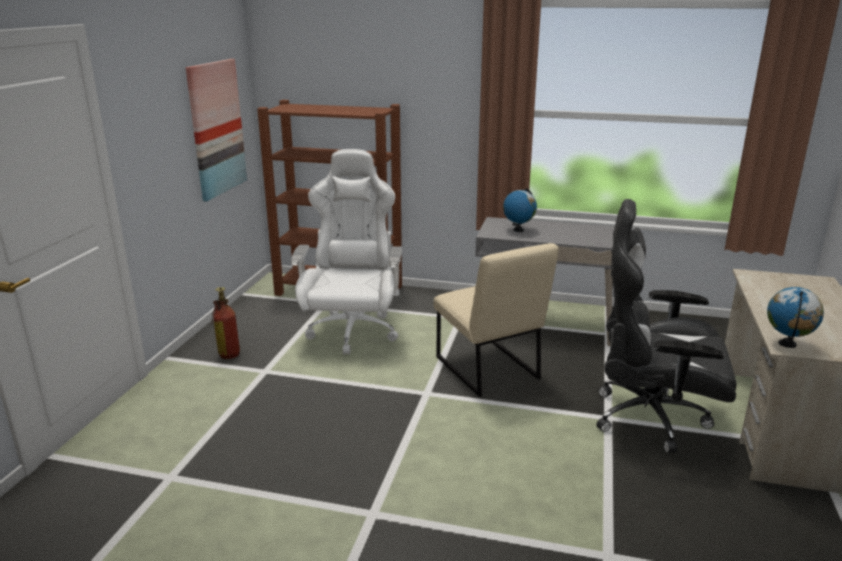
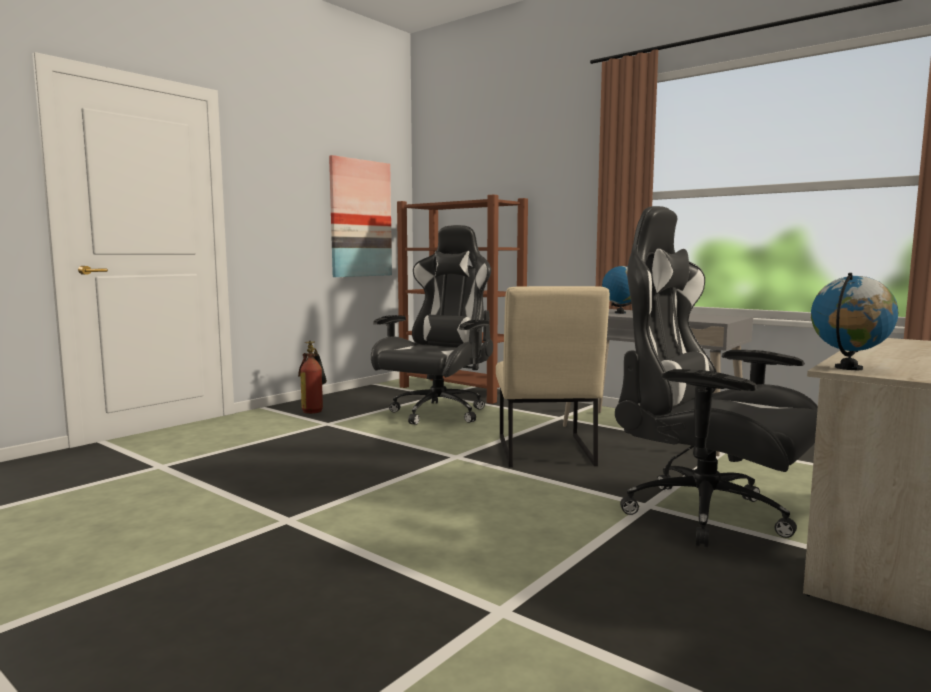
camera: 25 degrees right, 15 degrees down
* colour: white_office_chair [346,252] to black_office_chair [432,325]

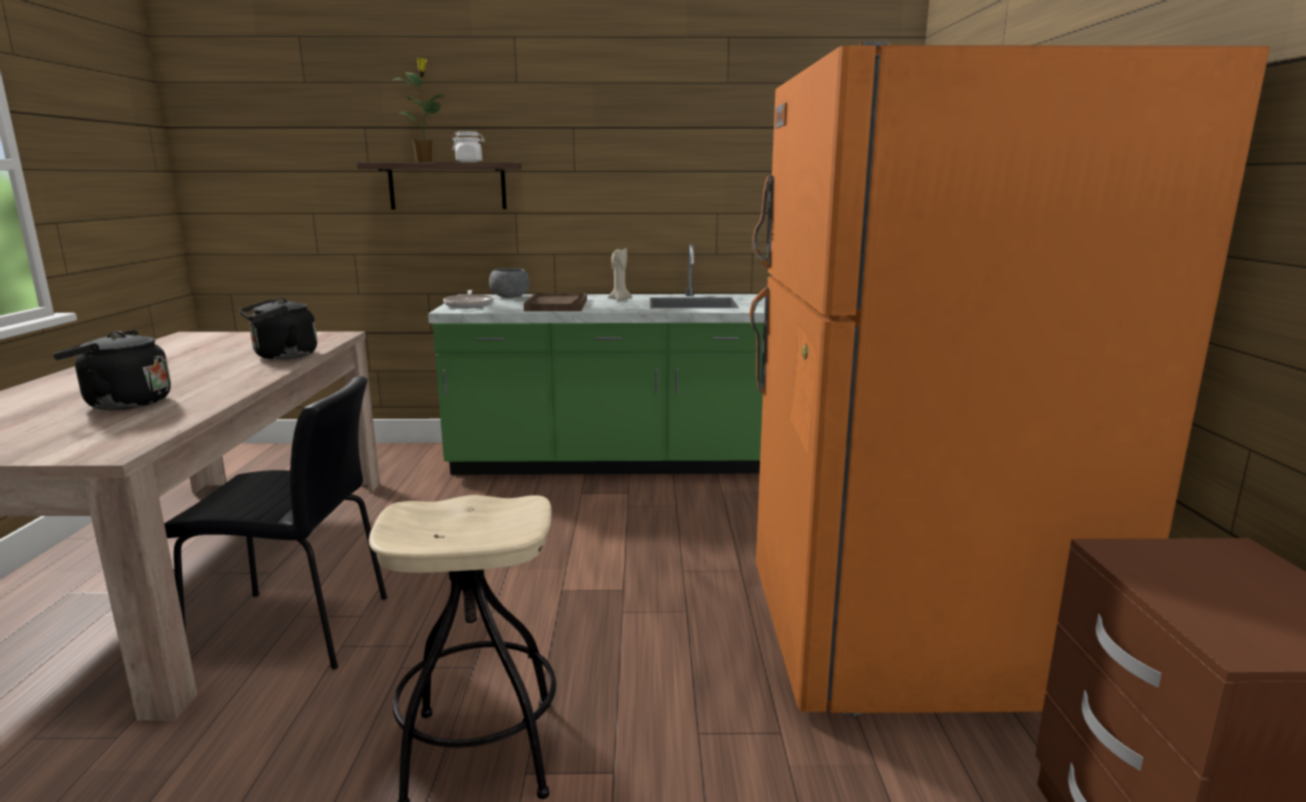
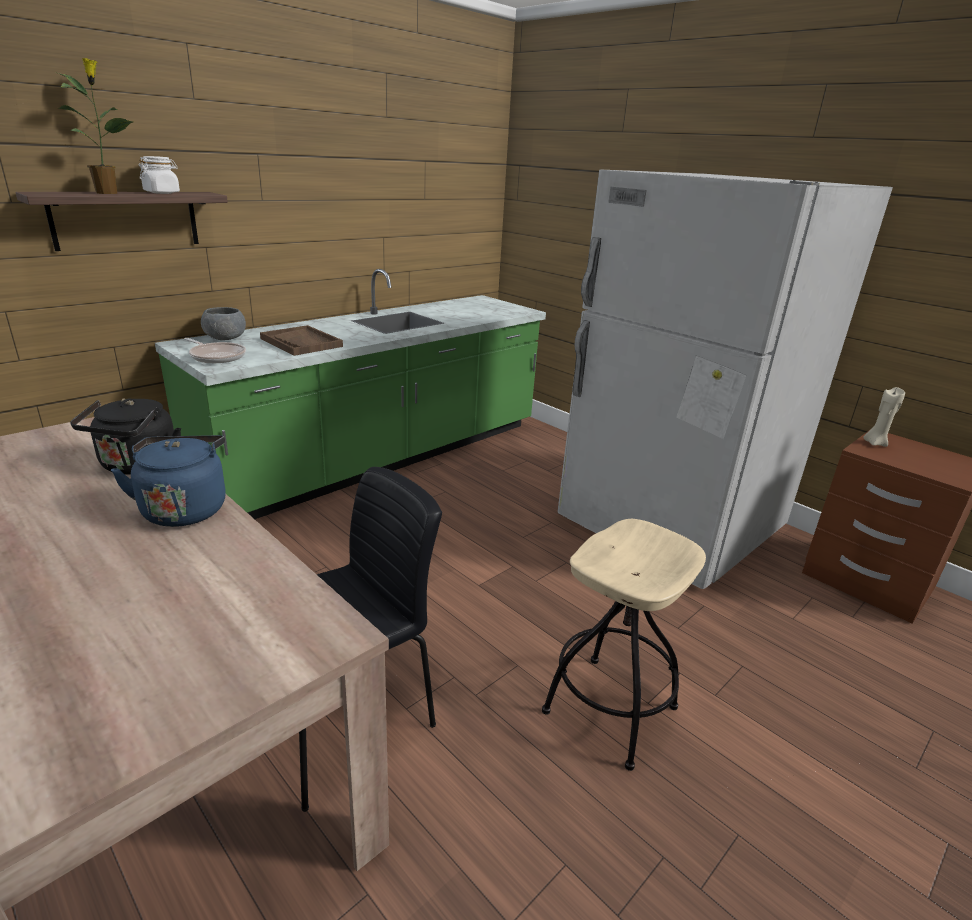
camera: 45 degrees left, 10 degrees up
* missing: black_kettle [112,370]
* appeared: blue_kettle [168,481]
* relocated: beige_candle [619,274] to [884,417]
* colour: orange_fridge [1010,378] to white_fridge [725,379]

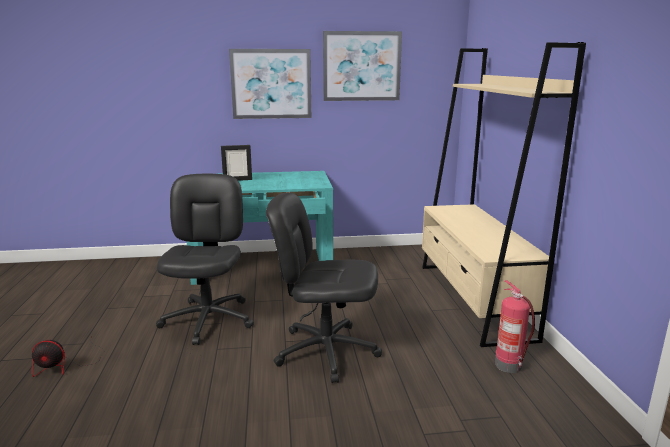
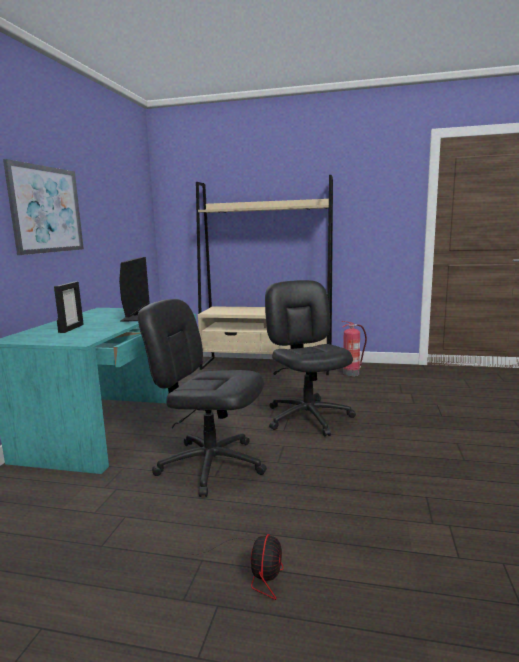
camera: 70 degrees left, 5 degrees down
* missing: picture [362,66]
* appeared: monitor [134,289]
* spun: black_office_chair [324,287] = [310,358] 135 degrees clockwise

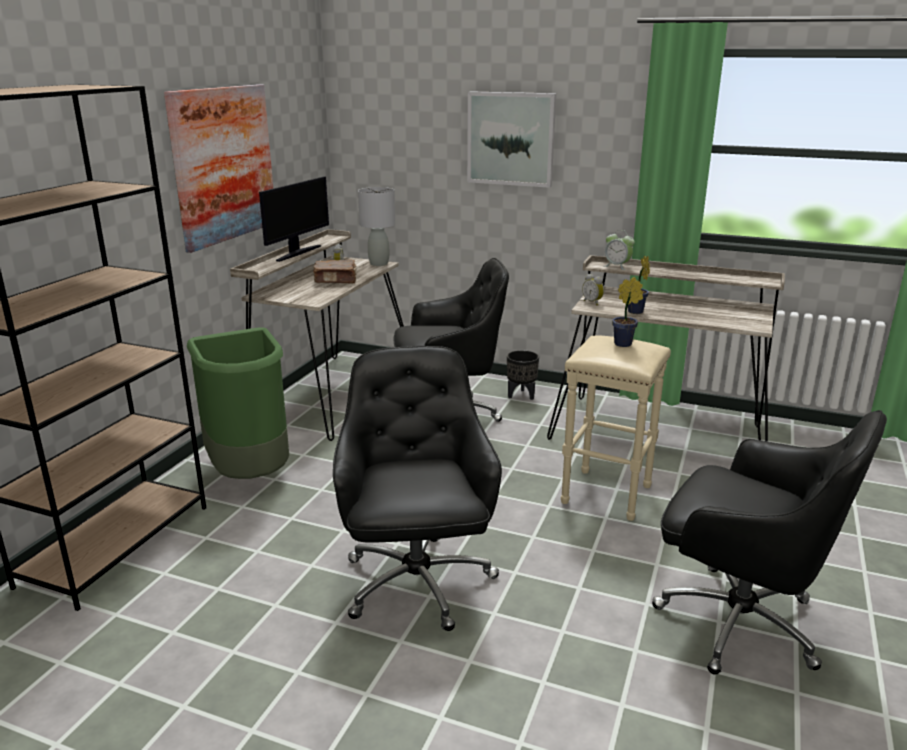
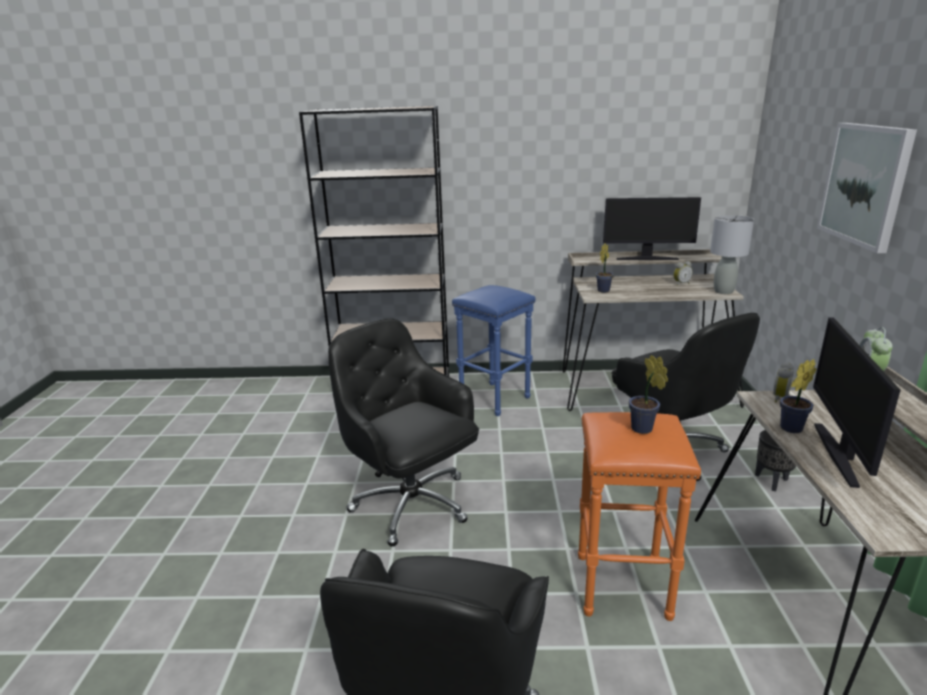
camera: 70 degrees right, 0 degrees up
* missing: picture [218,168]
* missing: brown_book [335,271]
* appeared: potted_plant [605,268]
* appeared: monitor [856,402]
* exchanged: green_trash_can [238,403] to blue_stool [494,350]
* colour: beige_stool [616,428] to orange_stool [639,516]
* spun: black_office_chair [417,488] = [403,432] 105 degrees counterclockwise

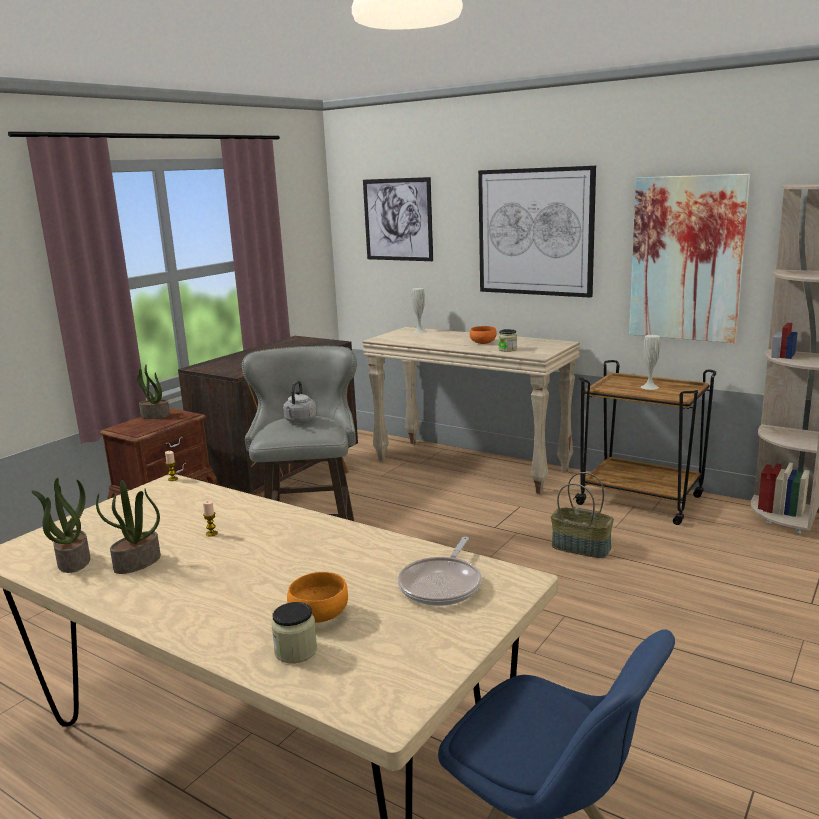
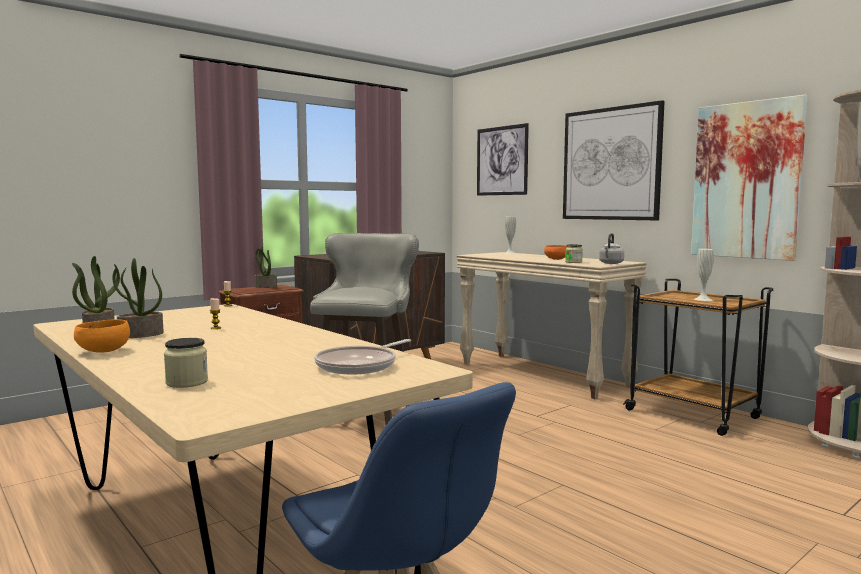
camera: 15 degrees right, 10 degrees down
* missing: basket [582,515]
* relocated: grey_kettle [300,402] to [611,248]
* relocated: orange_bowl [317,597] to [102,336]

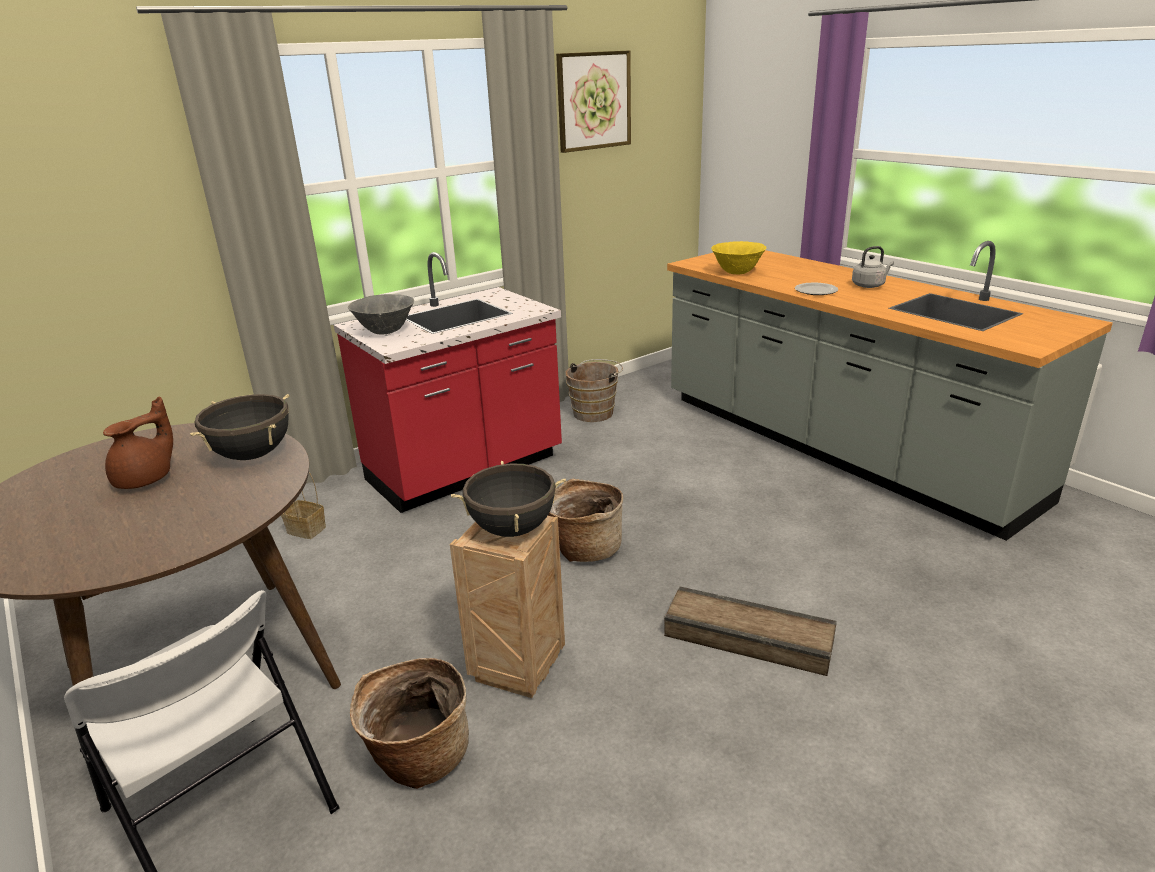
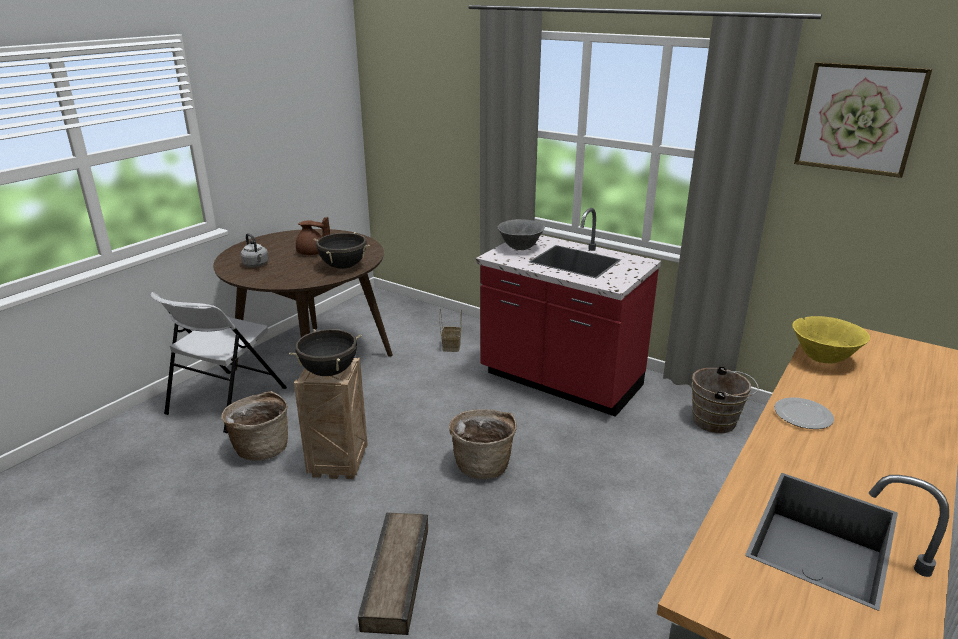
camera: 70 degrees right, 0 degrees up
* relocated: grey_kettle [873,267] to [254,250]

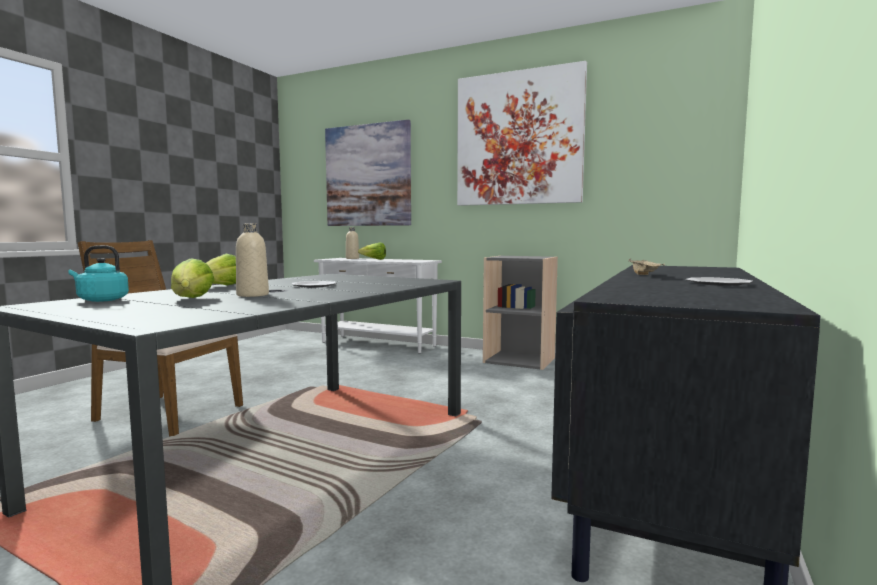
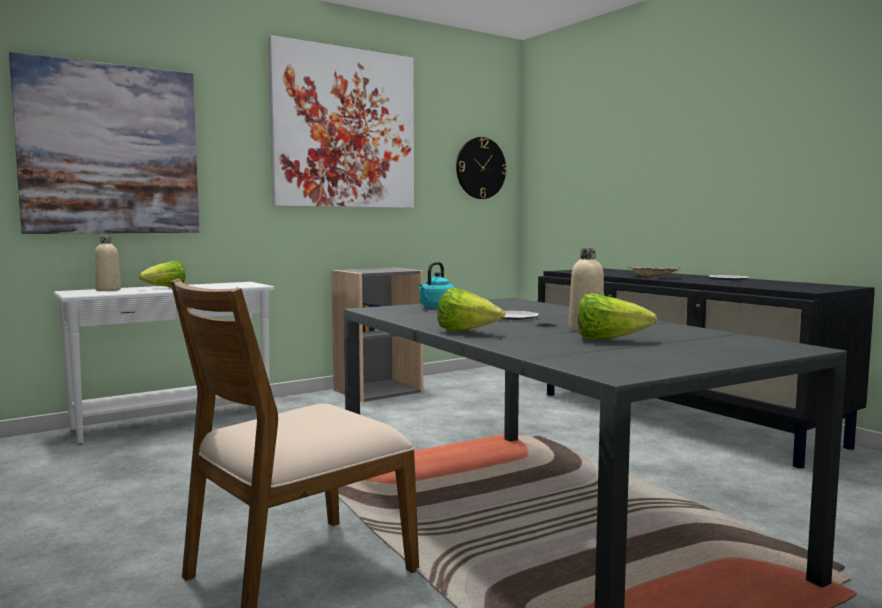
camera: 60 degrees left, 0 degrees up
* appeared: wall_clock [481,168]
* relocated: turquoise_kettle [98,273] to [436,285]

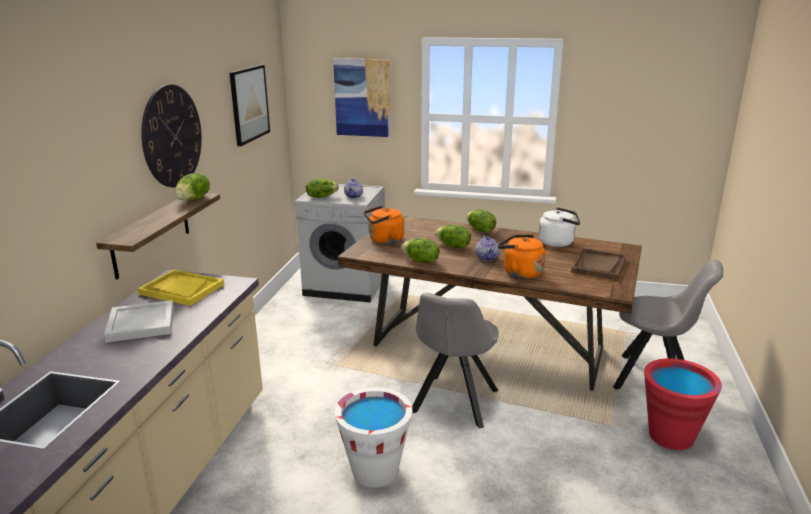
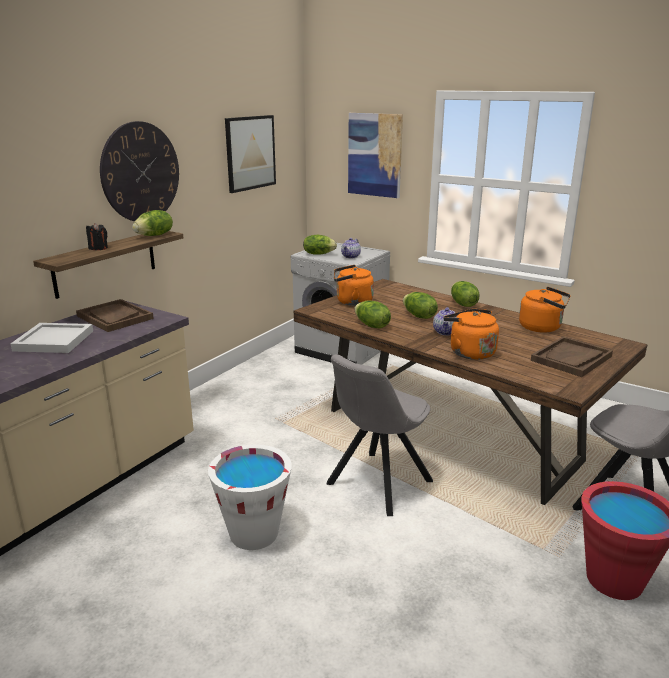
camera: 20 degrees right, 0 degrees up
* appeared: black_candle [97,236]
* colour: yellow_tray [181,288] to brown_tray [115,315]
* colour: white_kettle [559,227] to orange_kettle [545,310]

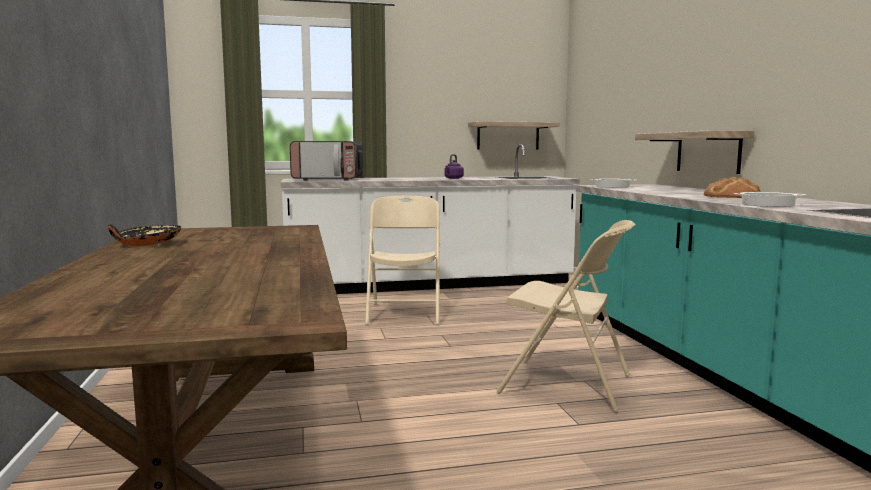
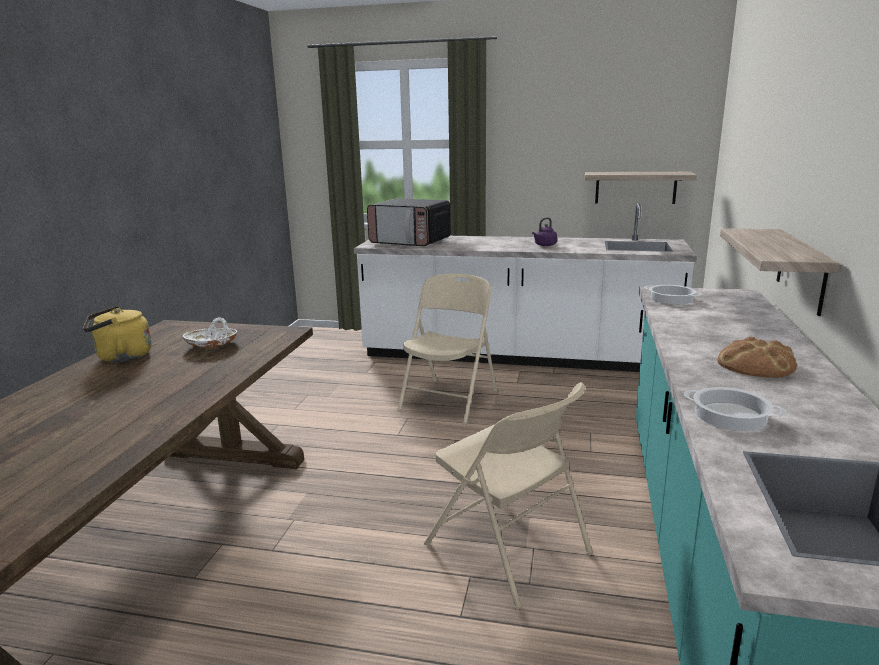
camera: 25 degrees right, 10 degrees up
* appeared: white_bowl [210,332]
* exchanged: black_bowl [144,235] to yellow_kettle [117,334]

